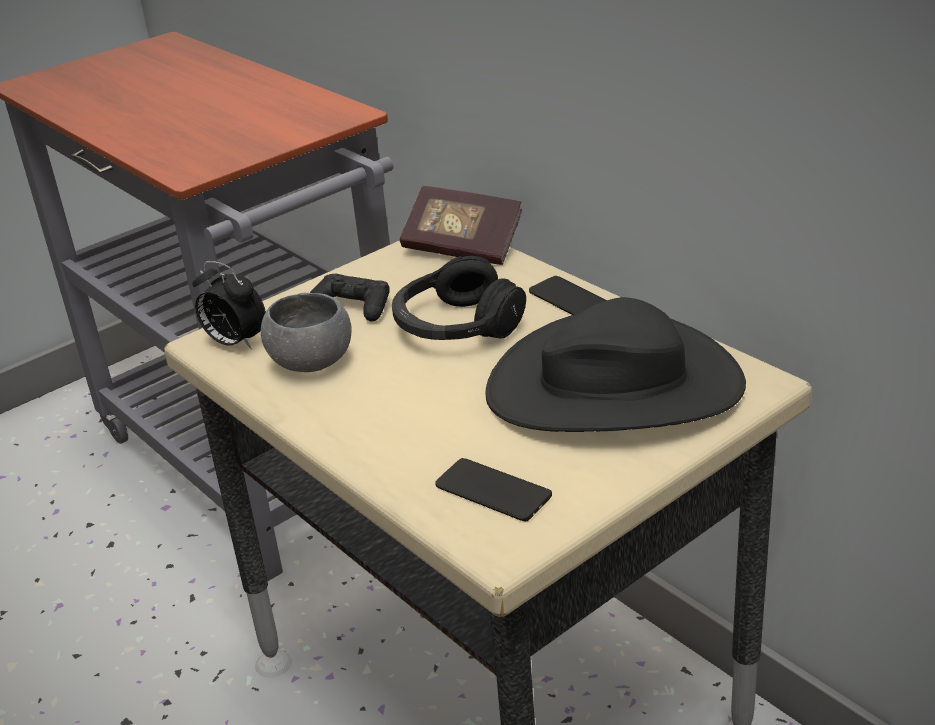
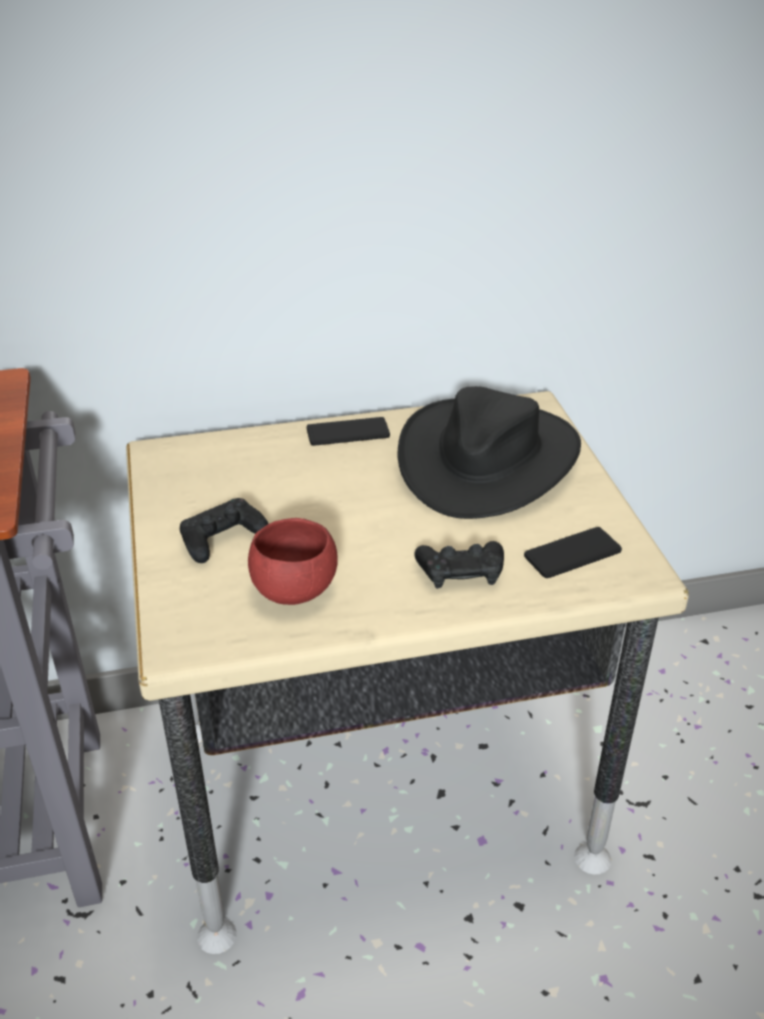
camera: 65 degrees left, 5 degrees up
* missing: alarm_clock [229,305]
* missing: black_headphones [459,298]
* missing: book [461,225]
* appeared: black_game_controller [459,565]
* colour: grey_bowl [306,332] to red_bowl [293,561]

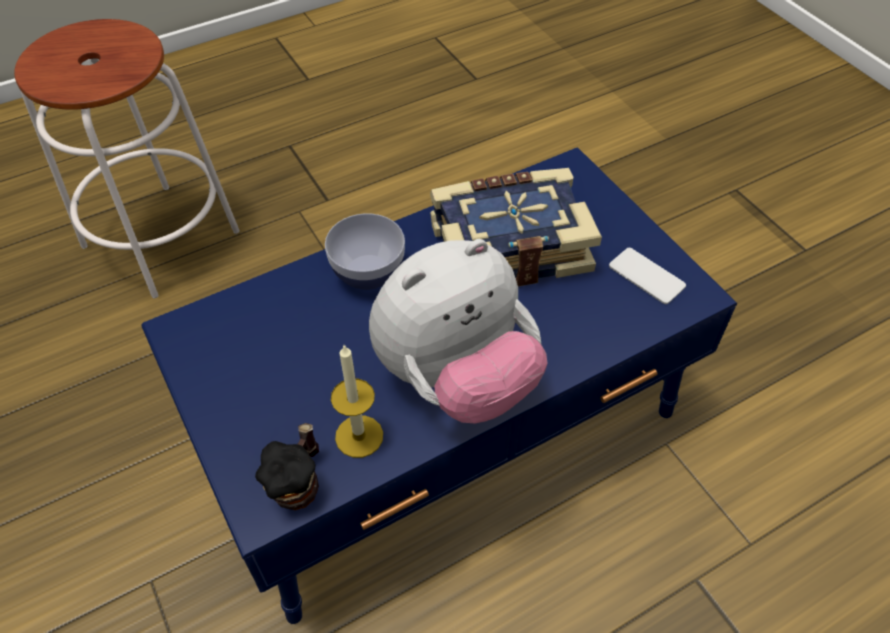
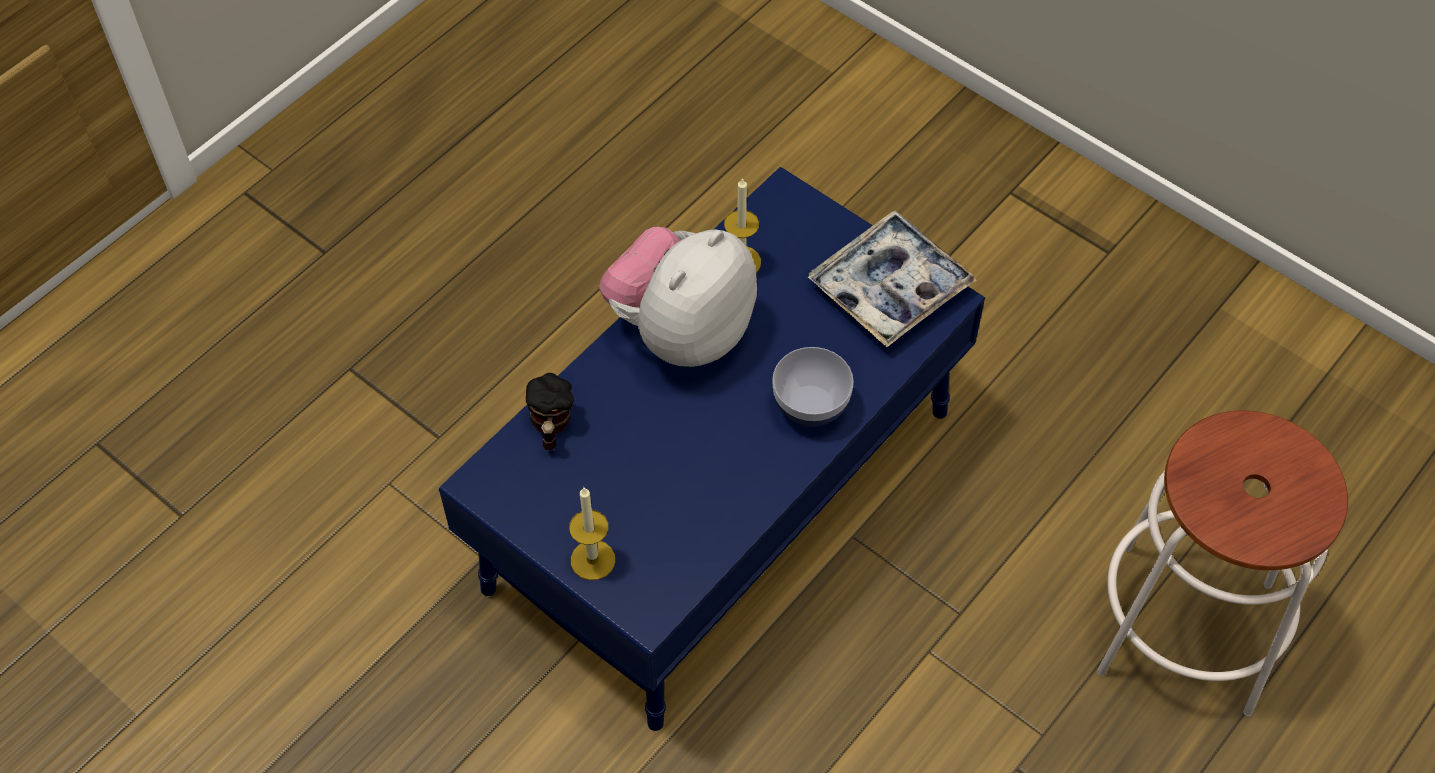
camera: 160 degrees right, 5 degrees up
* missing: book [516,227]
* missing: phone [647,276]
* appeared: candle [592,534]
* appeared: tray [892,279]
* relocated: mug [287,466] to [550,411]

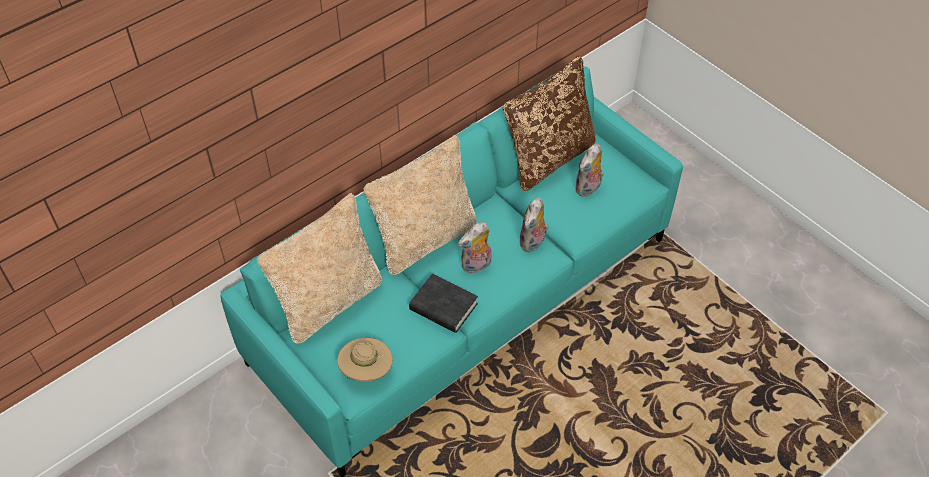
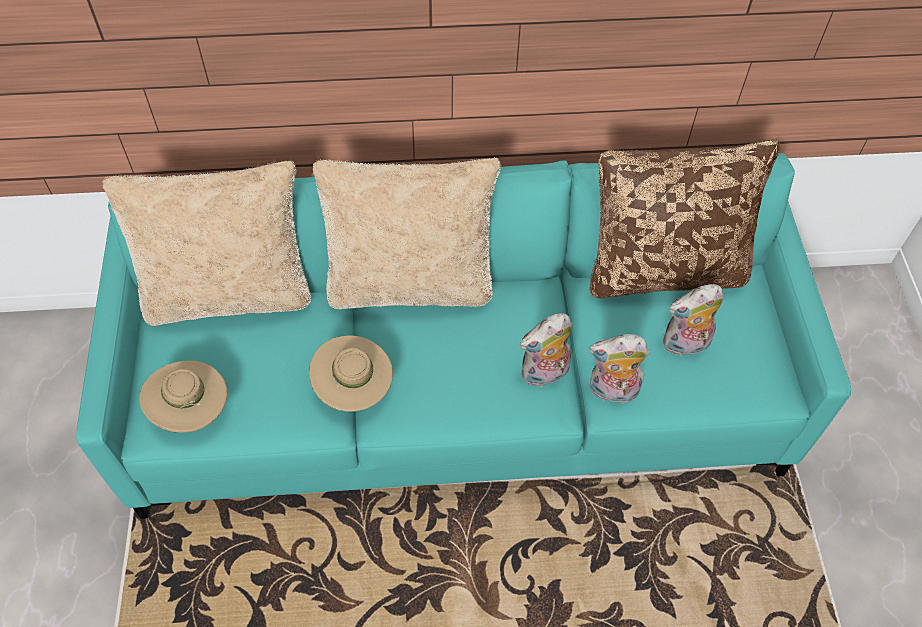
camera: 35 degrees right, 5 degrees up
* relocated: plush_toy [474,247] to [619,368]
* exchanged: black_book [443,303] to beige_hat [351,373]

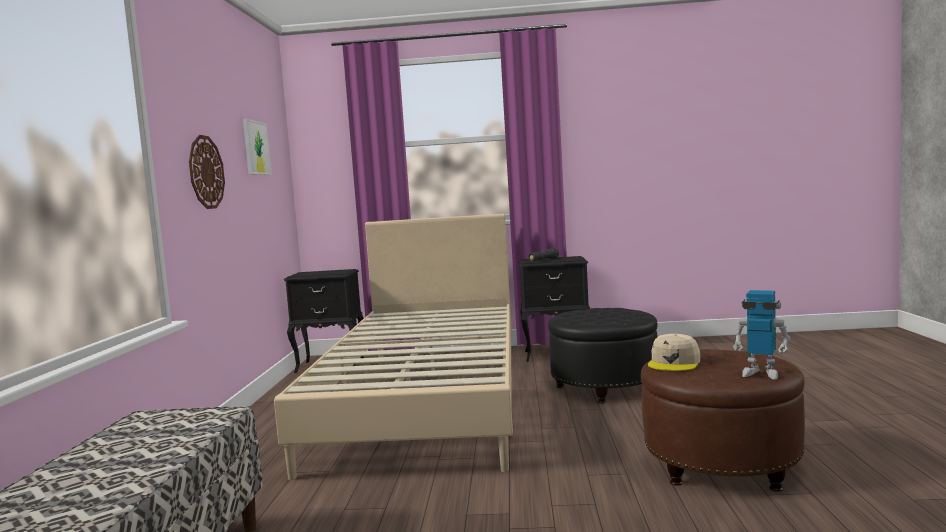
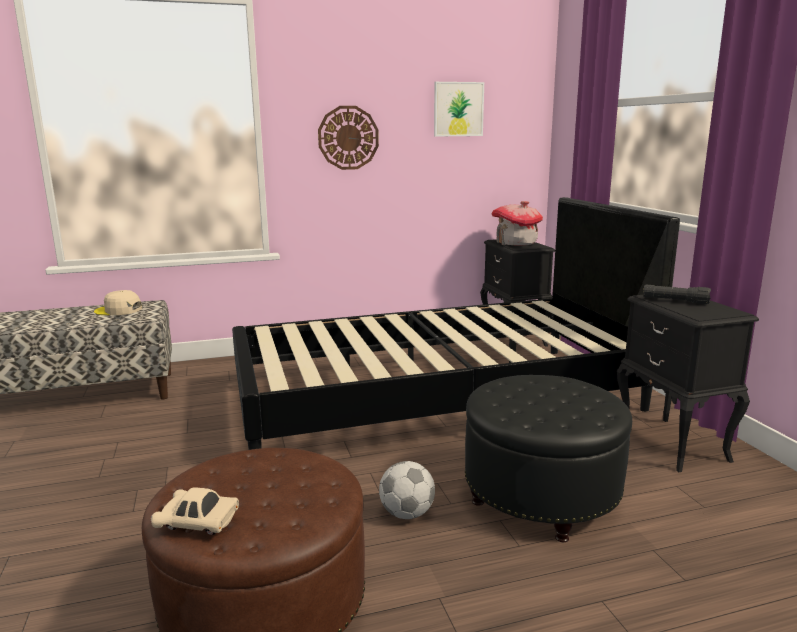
camera: 70 degrees right, 10 degrees up
* appeared: football [407,490]
* appeared: toy_house [517,223]
* relocated: beige_cap [674,352] to [118,302]
* exchanged: toy_robot [761,335] to beige_toy_car [195,511]
* colour: beige_bed [393,346] to black_bed [456,323]

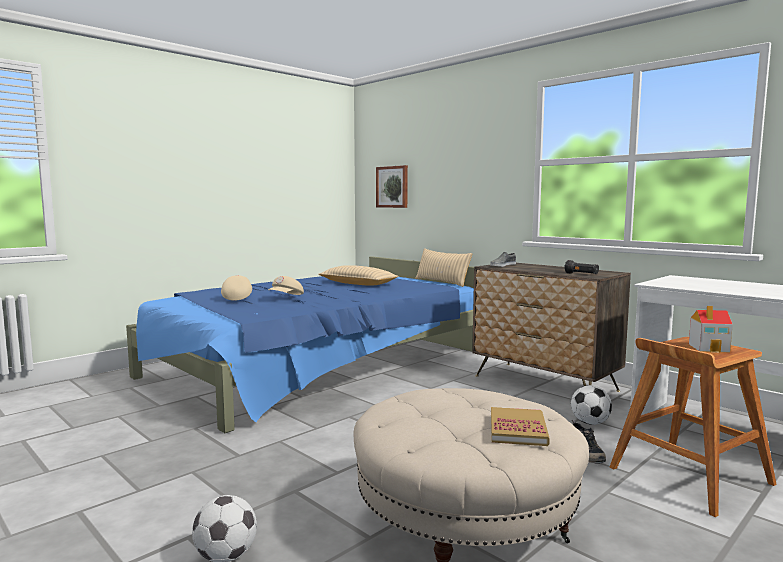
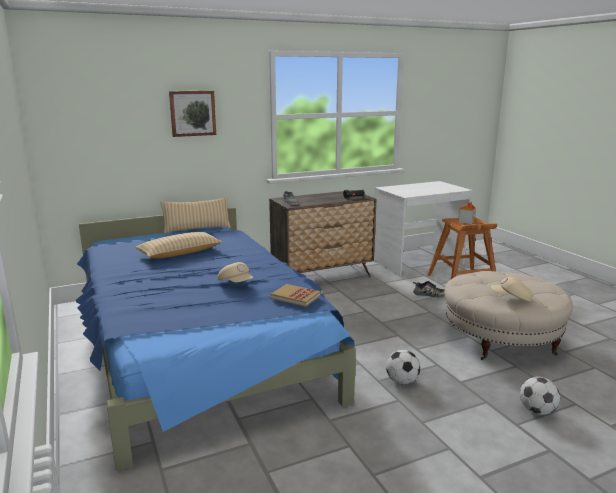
camera: 70 degrees left, 10 degrees up
* relocated: beige_cap [236,288] to [511,289]
* relocated: picture [392,186] to [192,114]
* relocated: book [520,426] to [296,295]
* relocated: football [591,405] to [403,367]

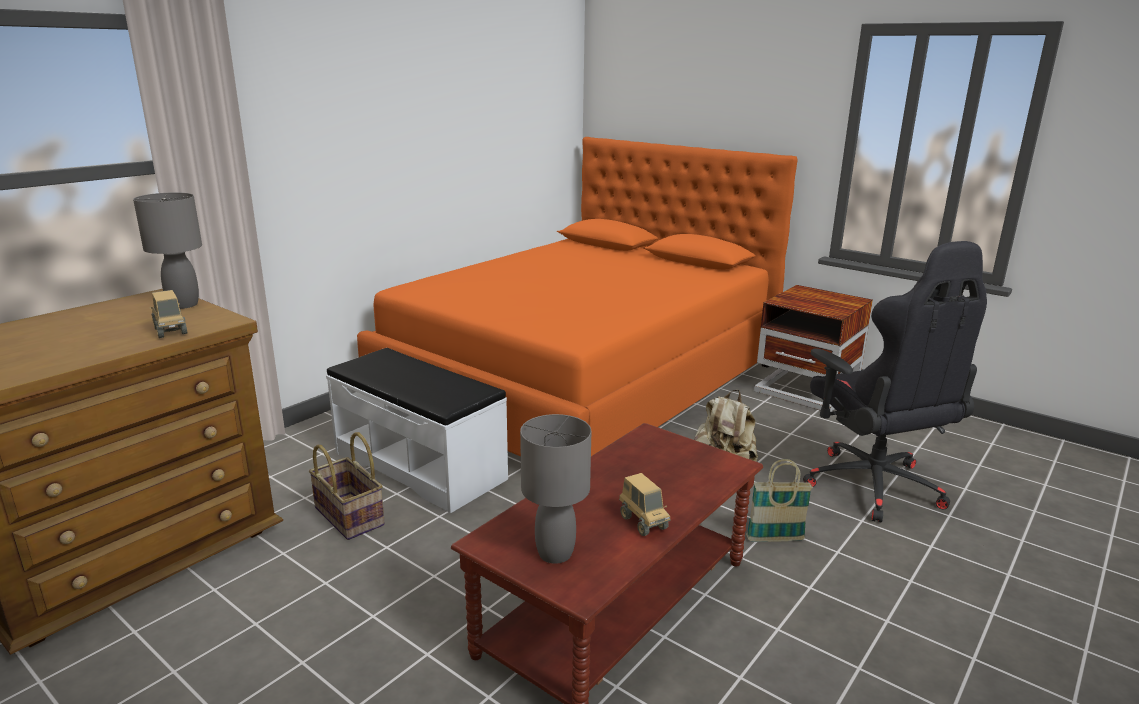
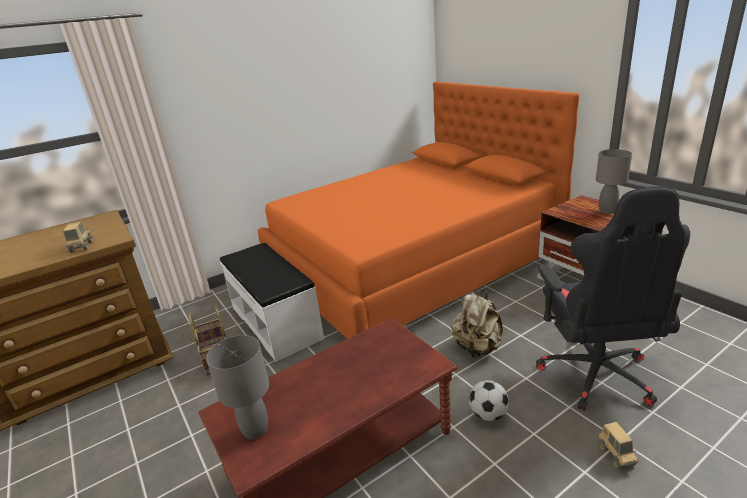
camera: 20 degrees right, 5 degrees up
* relocated: grey_table_lamp [167,250] to [614,181]
* relocated: toy_truck [645,504] to [618,445]
* exchanged: basket [779,500] to football [489,400]

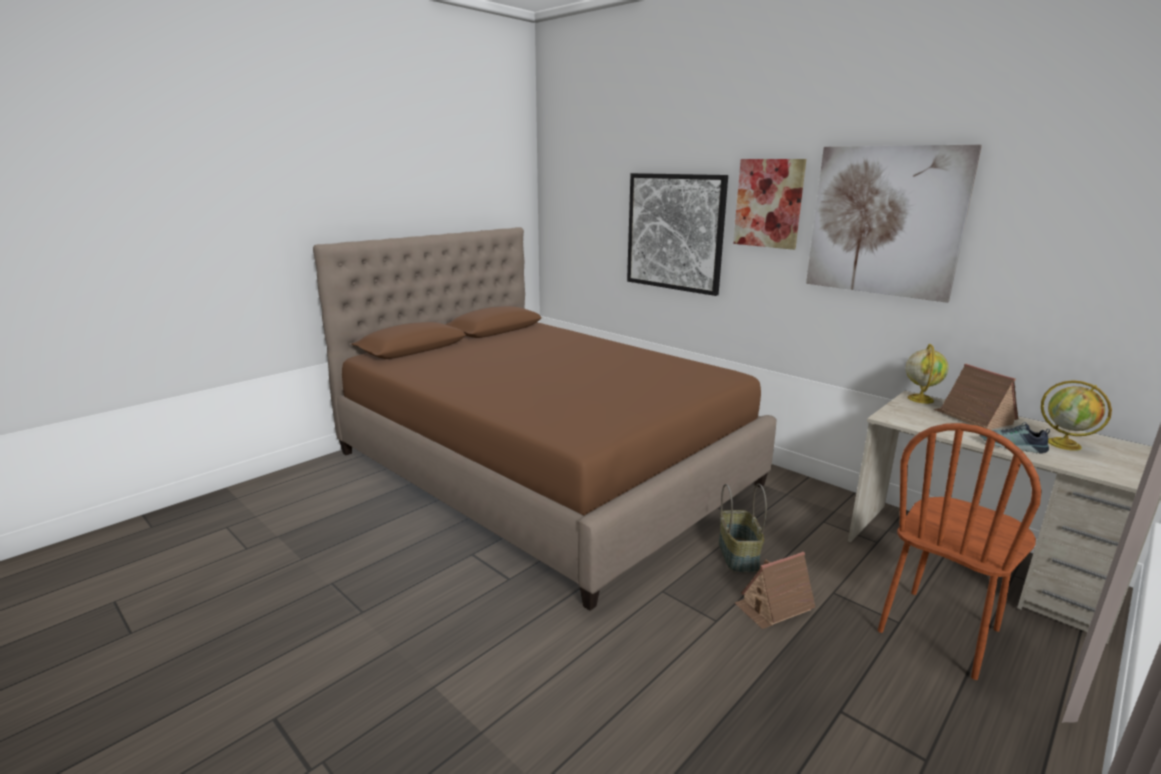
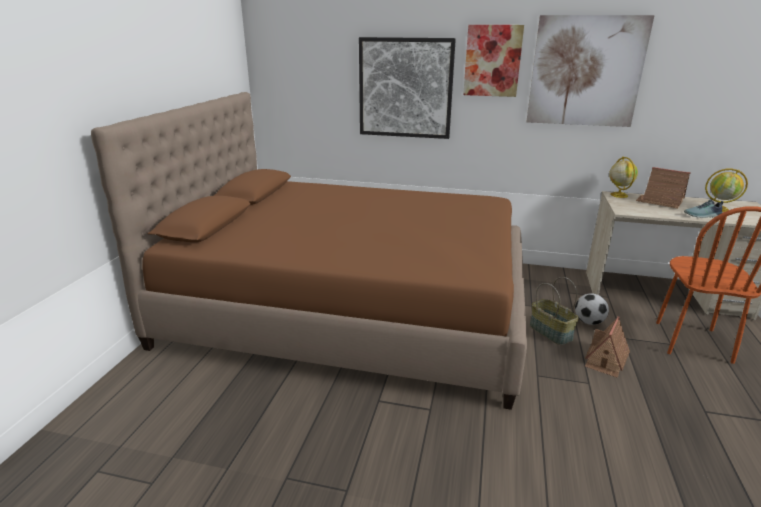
camera: 30 degrees left, 5 degrees up
* appeared: football [592,309]

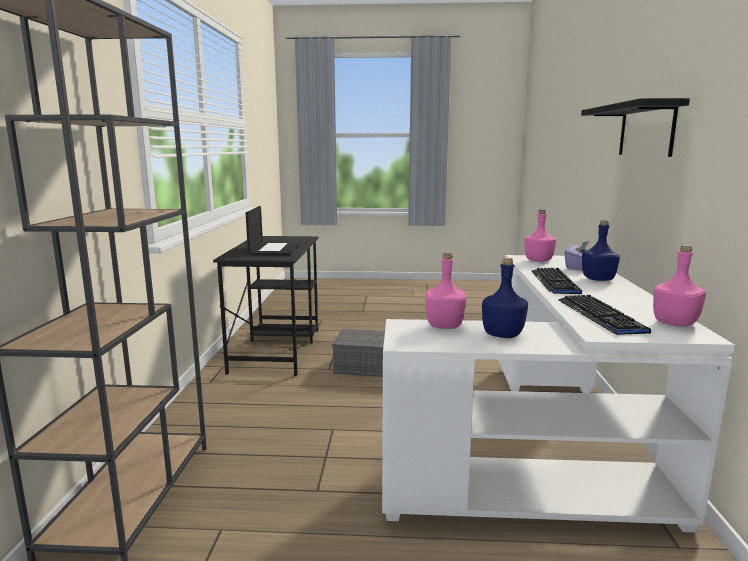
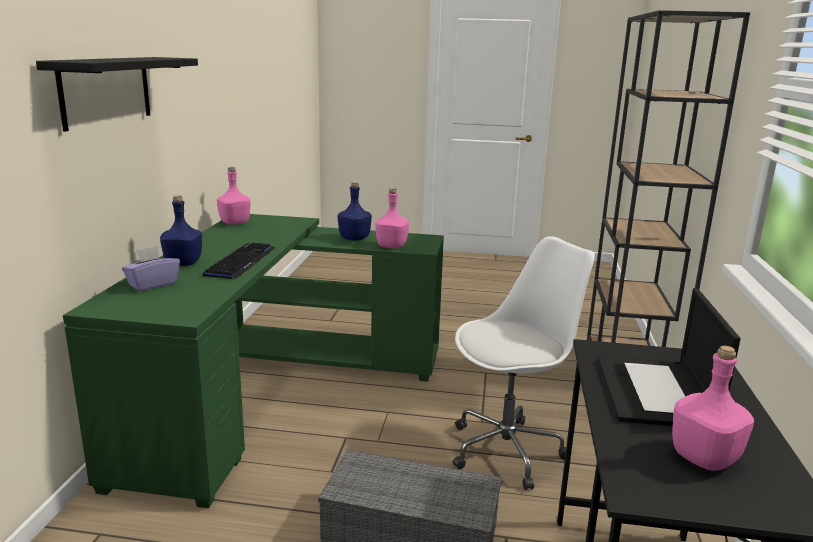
camera: 175 degrees left, 5 degrees up
* missing: keyboard [604,315]
* appeared: white_office_chair [523,363]
* relocated: pink_bottle [540,235] to [713,408]
* colour: white_desk [558,394] to green_desk [253,361]

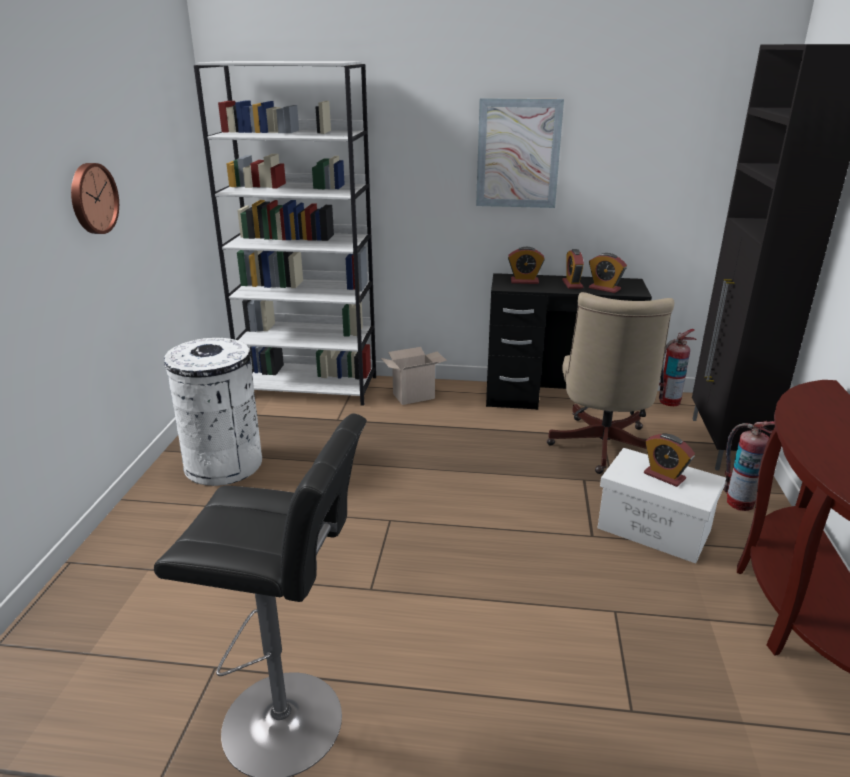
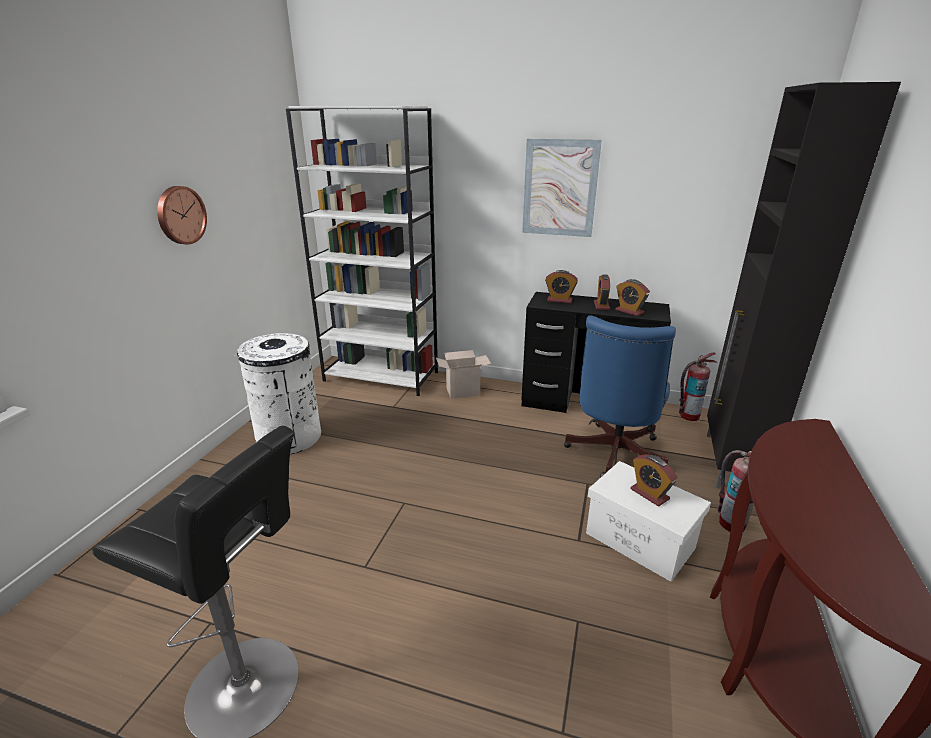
camera: 10 degrees right, 0 degrees up
* colour: beige_office_chair [610,383] to blue_office_chair [620,396]

